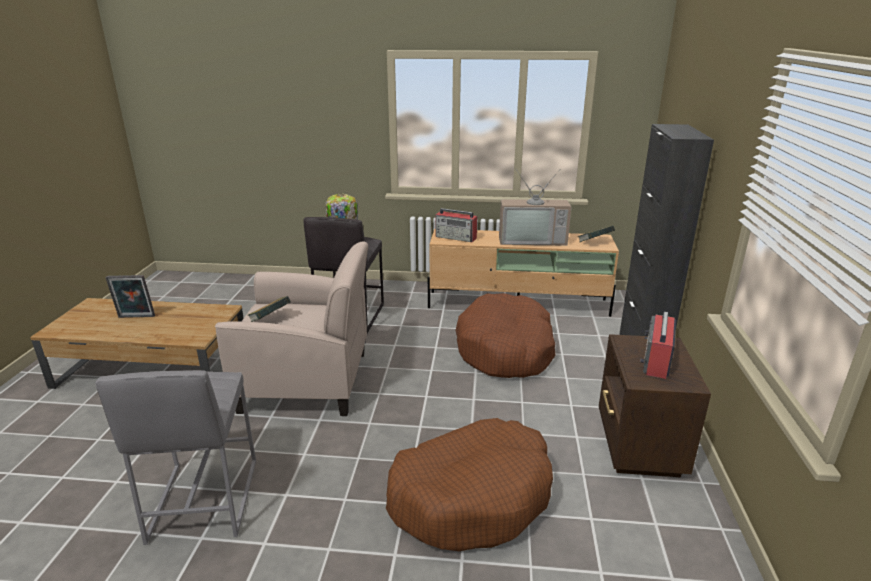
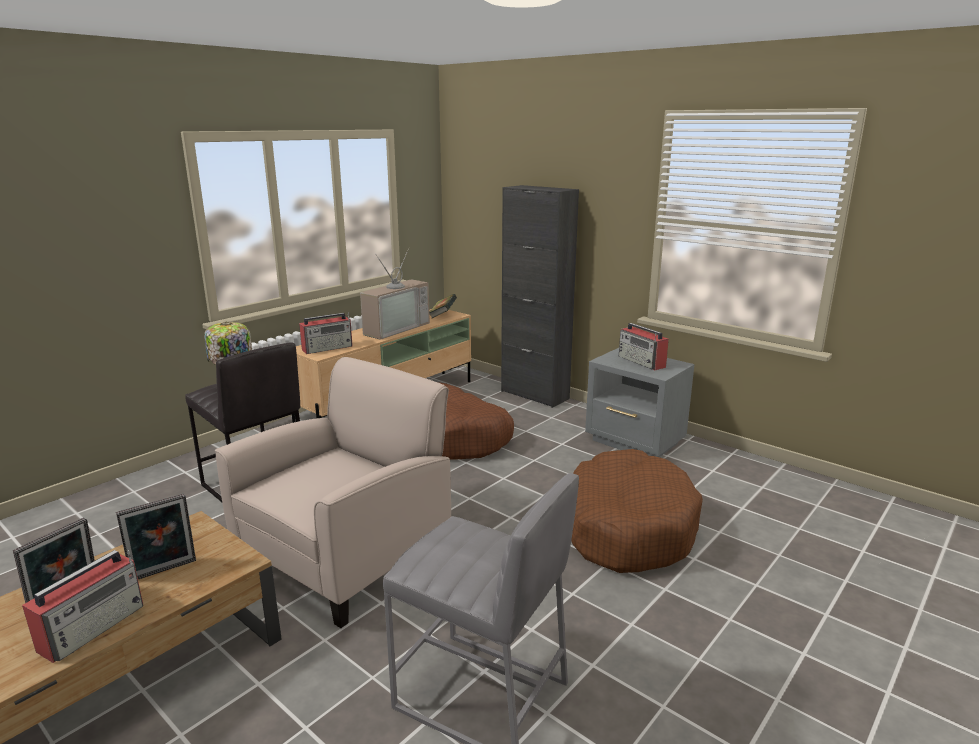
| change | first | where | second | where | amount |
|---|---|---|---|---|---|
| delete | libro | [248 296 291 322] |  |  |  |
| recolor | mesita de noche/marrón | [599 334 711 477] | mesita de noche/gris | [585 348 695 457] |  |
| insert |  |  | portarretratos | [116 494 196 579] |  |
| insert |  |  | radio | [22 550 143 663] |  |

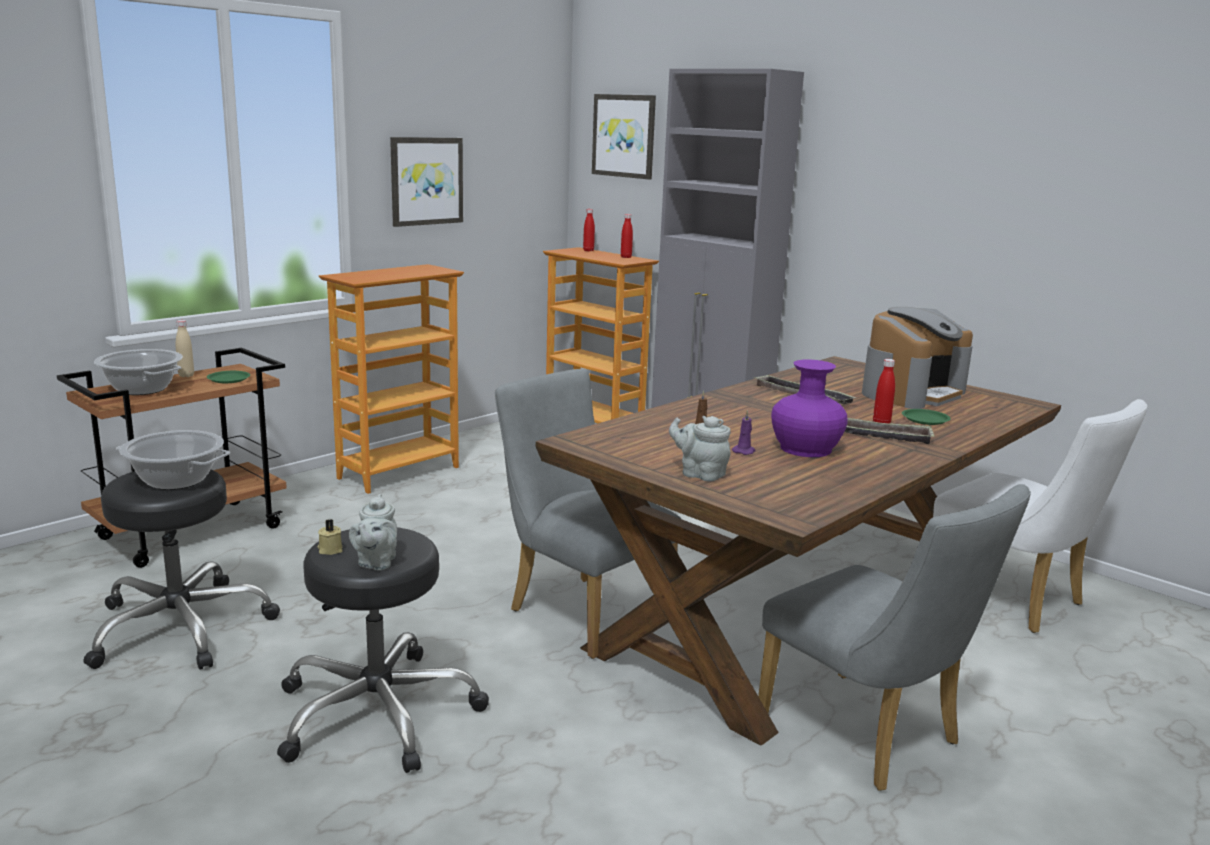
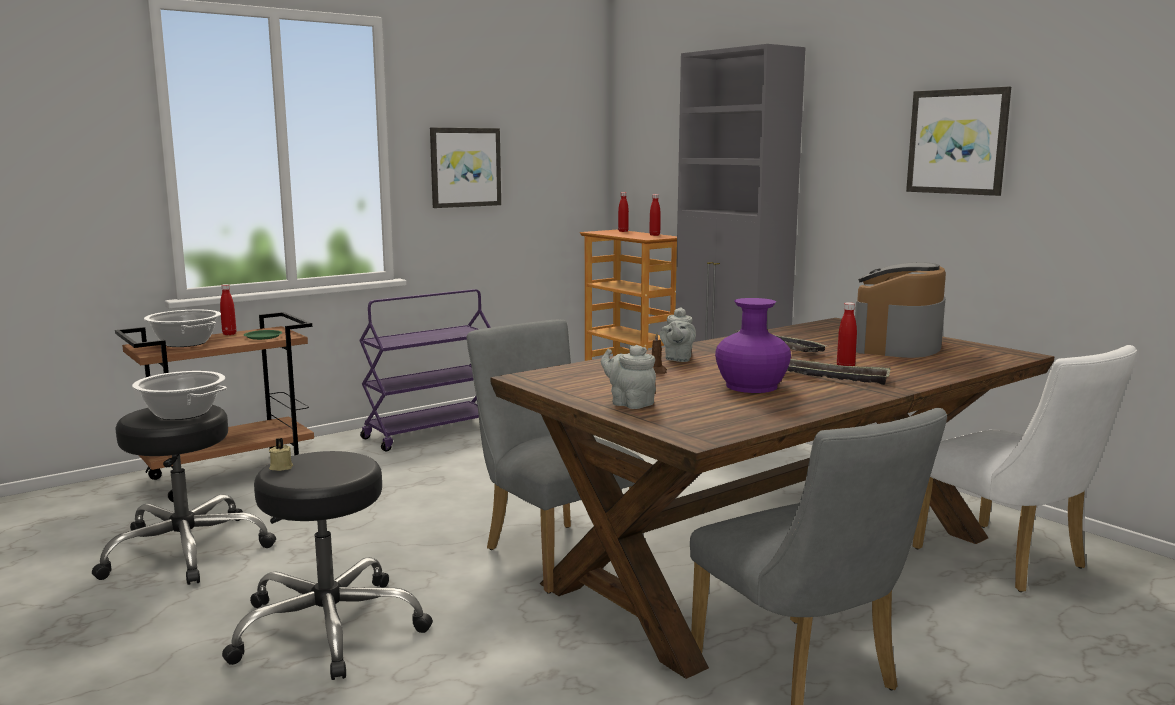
| change | first | where | second | where | amount |
|---|---|---|---|---|---|
| move | cuadro | [592 94 656 180] |  | [906 87 1011 196] |  |
| replace | estantería | [318 264 464 494] | carrito/morado | [359 289 491 452] |  |
| rotate | cafetera | [862 307 973 409] |  | [855 262 946 358] | 150 degrees clockwise |
| recolor | botella/beis | [176 320 194 377] | botella/rojo | [220 284 236 335] |  |
| delete | plato/verde | [902 409 951 425] |  |  |  |
| delete | vela/morado | [732 410 755 455] |  |  |  |
| move | tetera/gris | [349 494 397 570] |  | [660 307 696 362] |  |

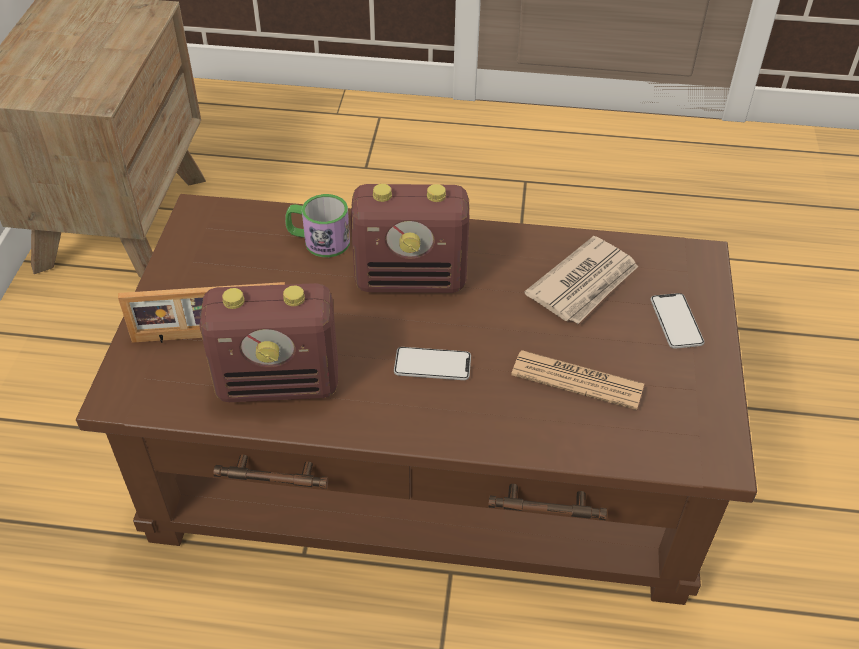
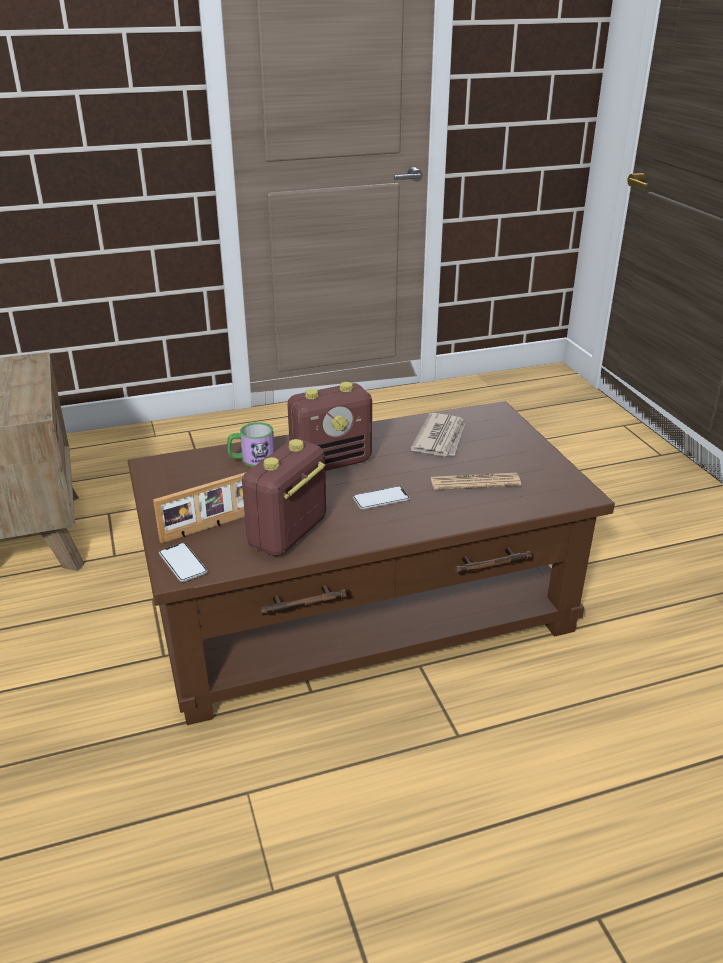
| change | first | where | second | where | amount |
|---|---|---|---|---|---|
| rotate | radio | [199 283 338 402] |  | [242 439 326 556] | 150 degrees clockwise |
| move | móvil | [651 293 704 349] |  | [159 543 208 582] |  |

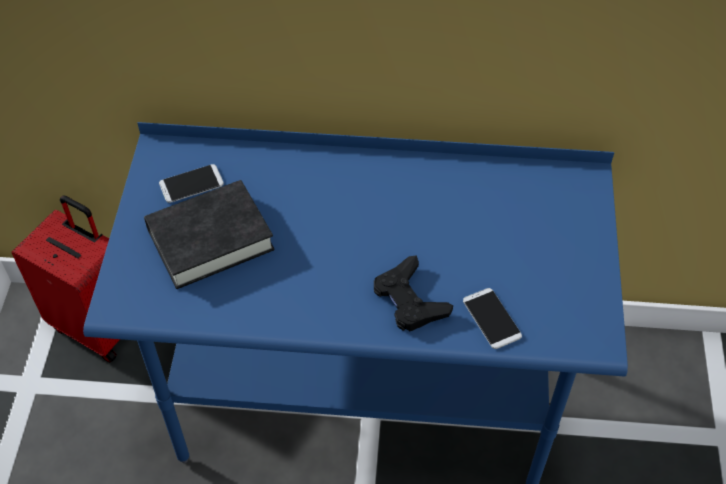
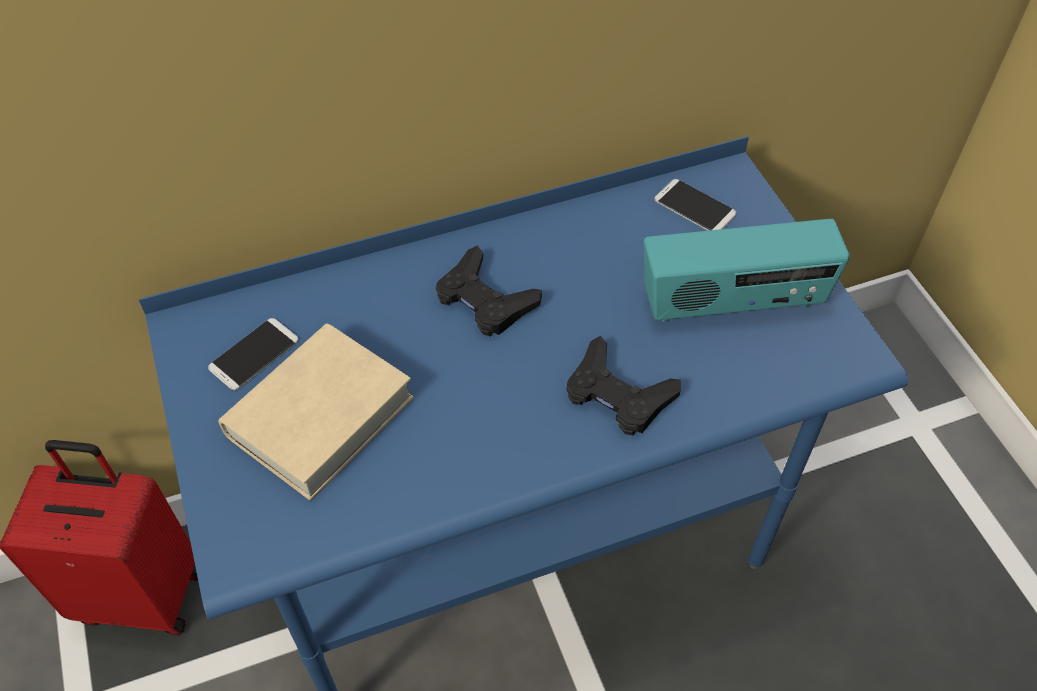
| change | first | where | second | where | amount |
|---|---|---|---|---|---|
| recolor | libro/negro | [144 180 275 289] | libro/beis | [218 323 413 501] |  |
| move | móvil | [463 288 522 349] |  | [655 179 737 231] |  |
| insert |  |  | radio | [644 219 850 322] |  |
| insert |  |  | mando de consola/negro | [436 245 542 336] |  |

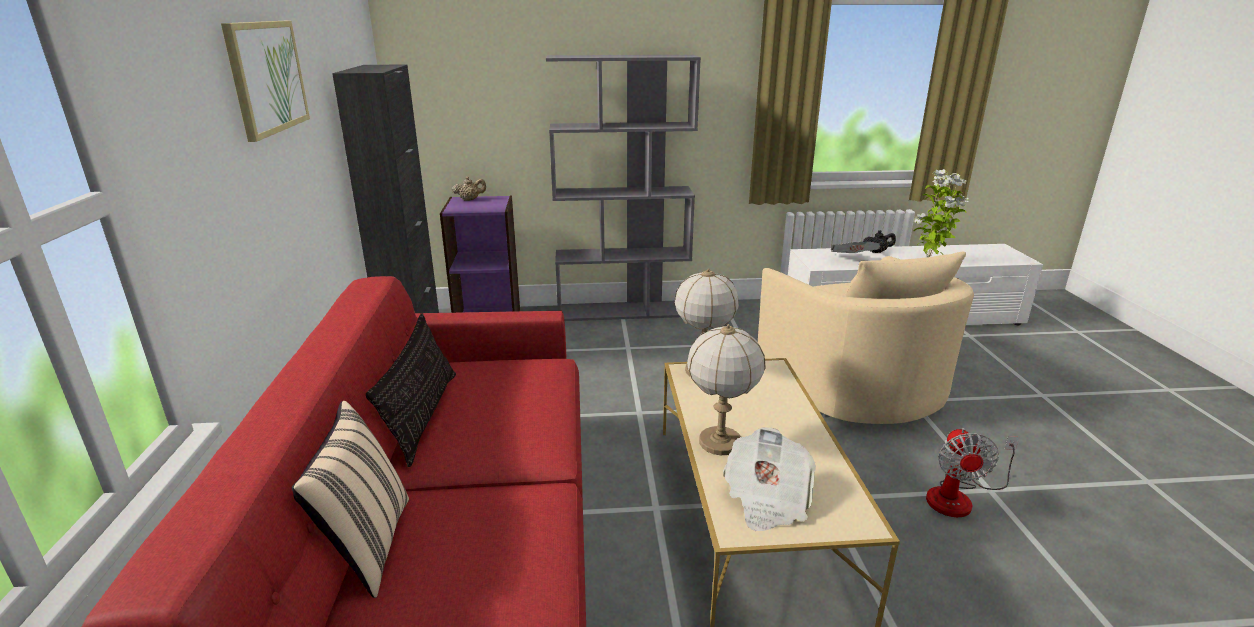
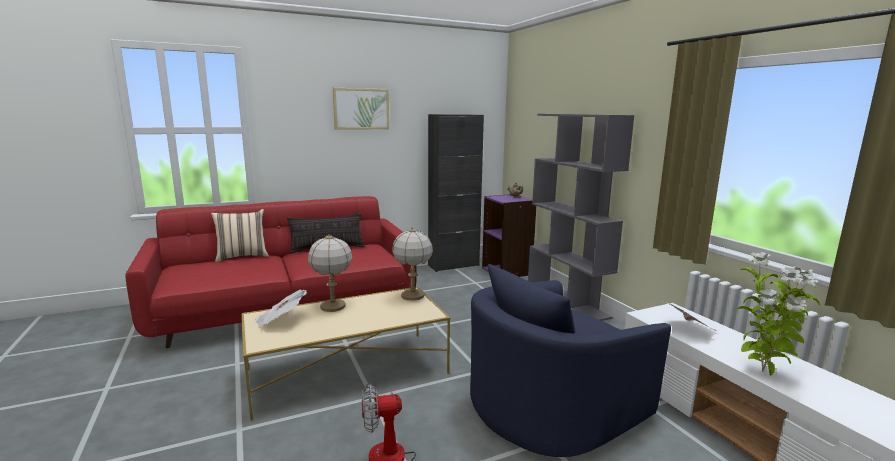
| change | first | where | second | where | amount |
|---|---|---|---|---|---|
| delete | tetera/negro | [863 230 896 253] |  |  |  |
| recolor | sillón/beis | [758 252 974 424] | sillón/azul | [470 264 671 457] |  |

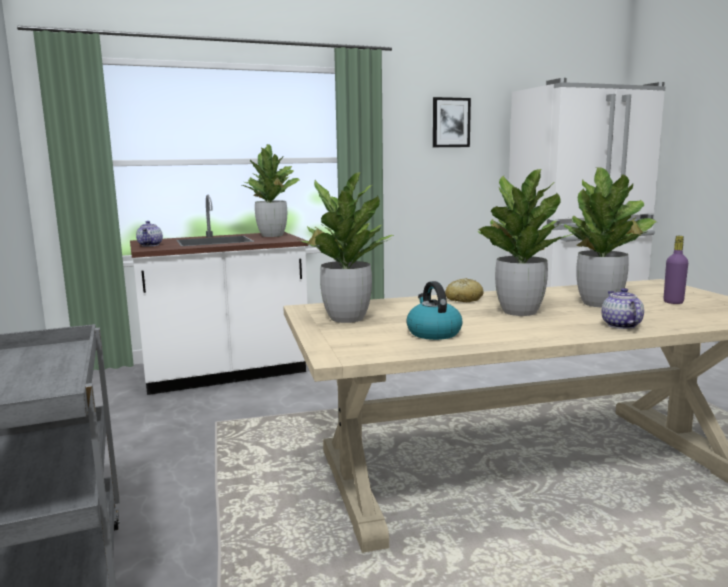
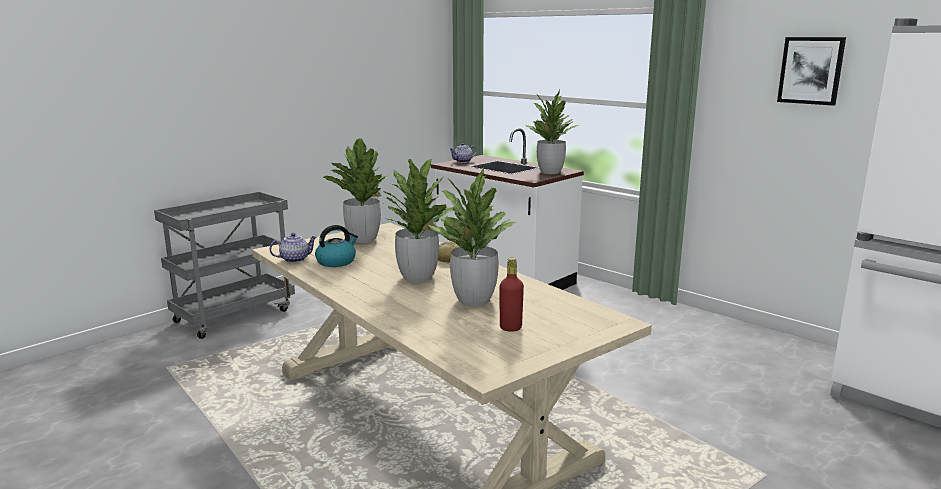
| change | first | where | second | where | amount |
|---|---|---|---|---|---|
| recolor | botella/morado | [664 236 688 304] | botella/rojo | [500 258 524 332] |  |
| move | tetera | [601 288 644 329] |  | [270 233 317 263] |  |

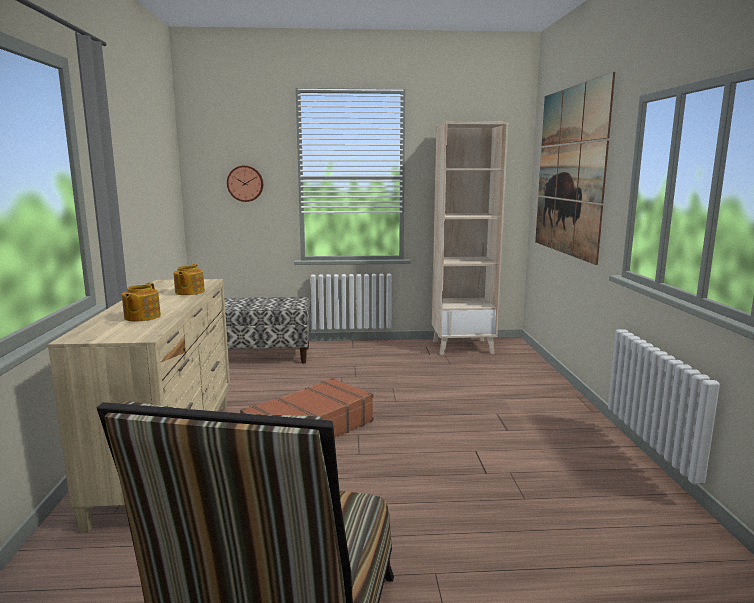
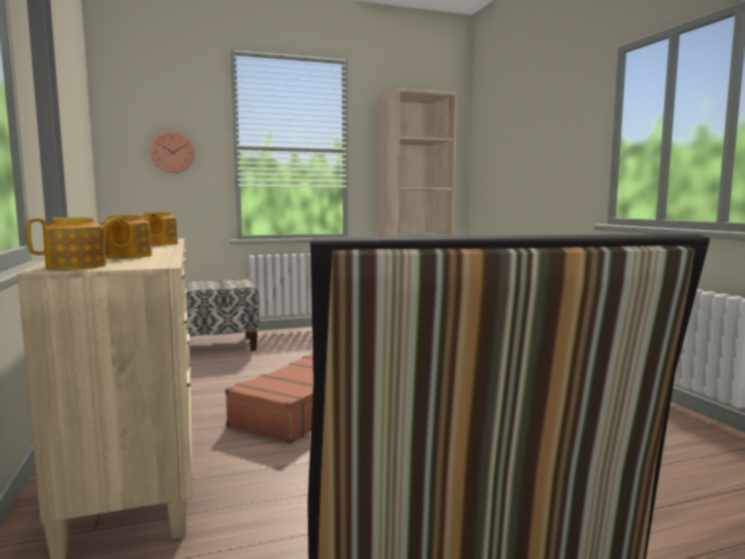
| change | first | where | second | where | amount |
|---|---|---|---|---|---|
| delete | cuadro | [535 72 615 265] |  |  |  |
| insert |  |  | tetera | [26 217 121 270] |  |

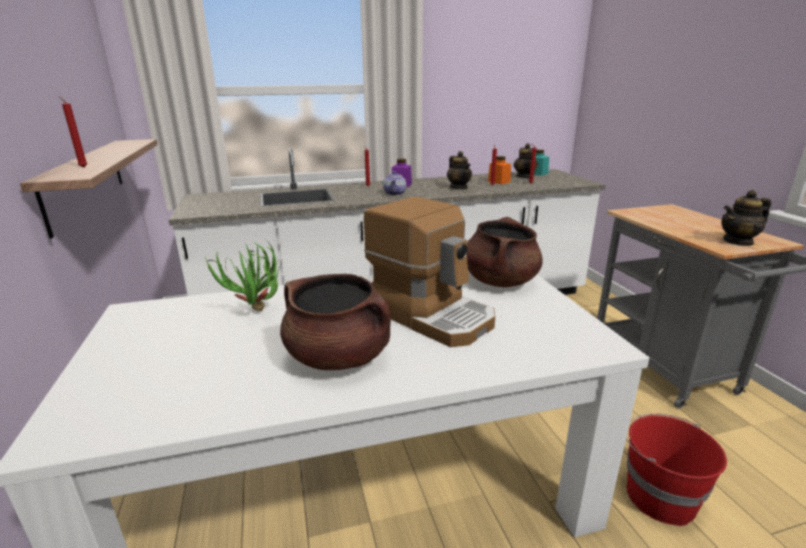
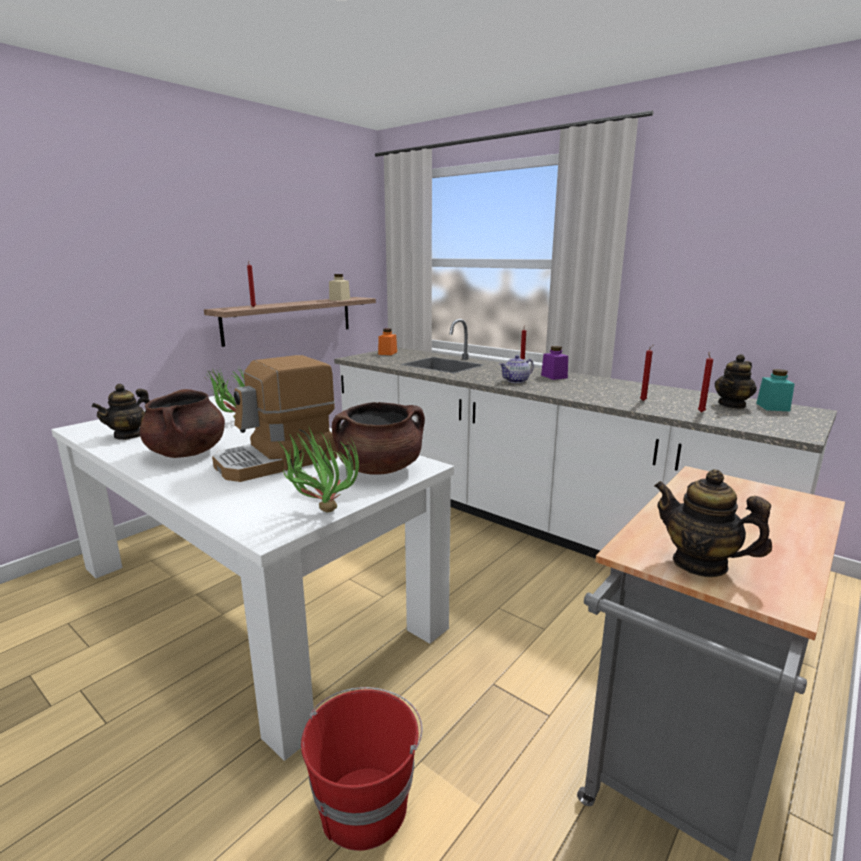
| change | first | where | second | where | amount |
|---|---|---|---|---|---|
| move | tetera | [447 151 472 189] |  | [92 384 150 440] |  |
| move | tarro/naranja | [488 156 511 184] |  | [378 328 397 355] |  |
| rotate | cafetera | [364 197 495 347] |  | [212 355 337 482] | 45 degrees clockwise |
| insert |  |  | tarro/beis | [329 274 350 301] |  |
| insert |  |  | planta en maceta | [278 427 359 512] |  |

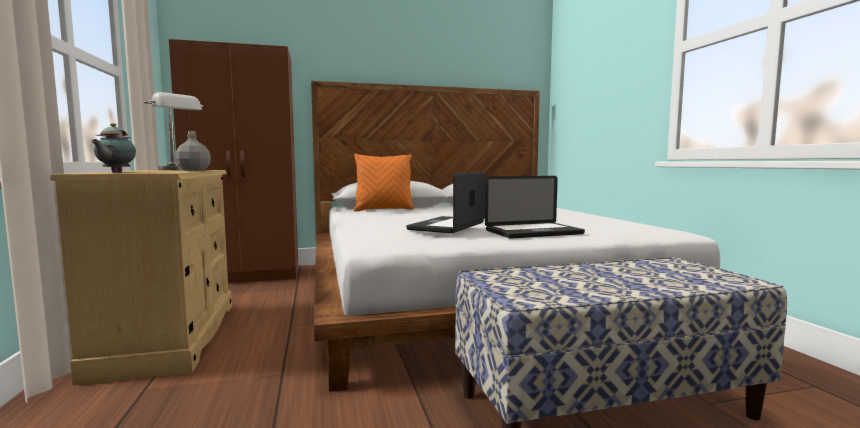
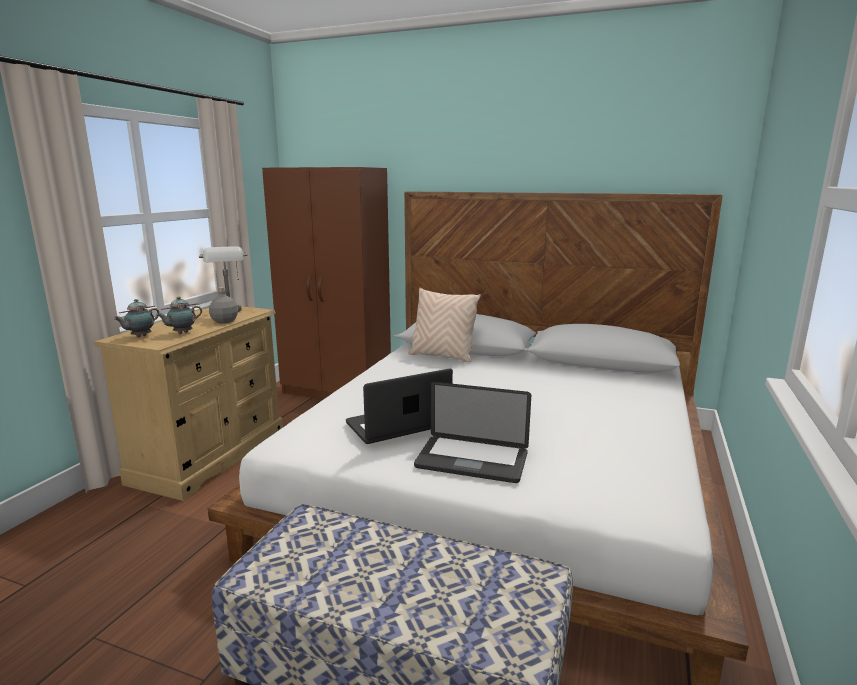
| change | first | where | second | where | amount |
|---|---|---|---|---|---|
| recolor | cojín/naranja | [354 153 414 211] | cojín/beis | [408 288 481 362] |  |
| insert |  |  | tetera | [156 296 202 334] |  |

